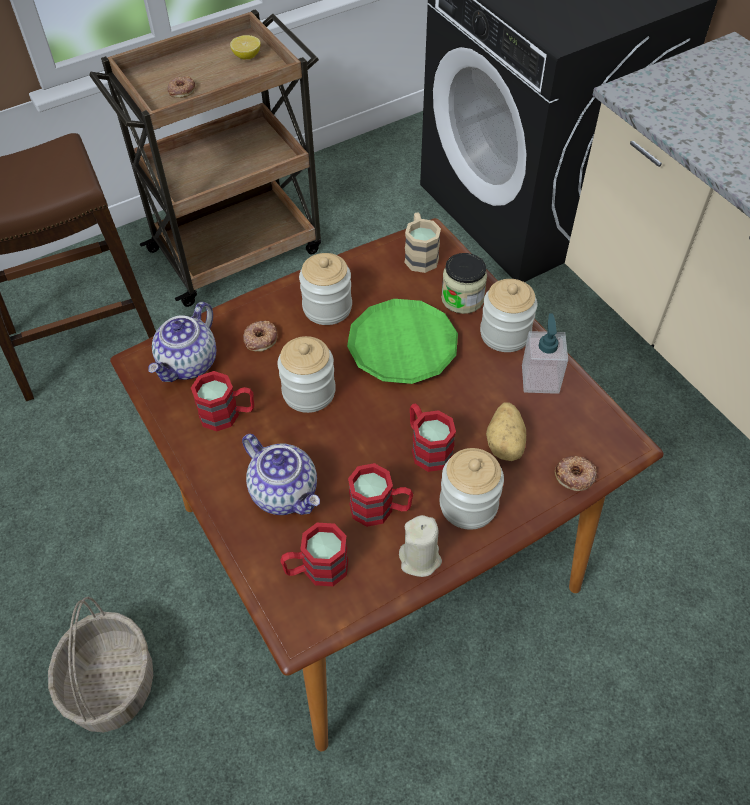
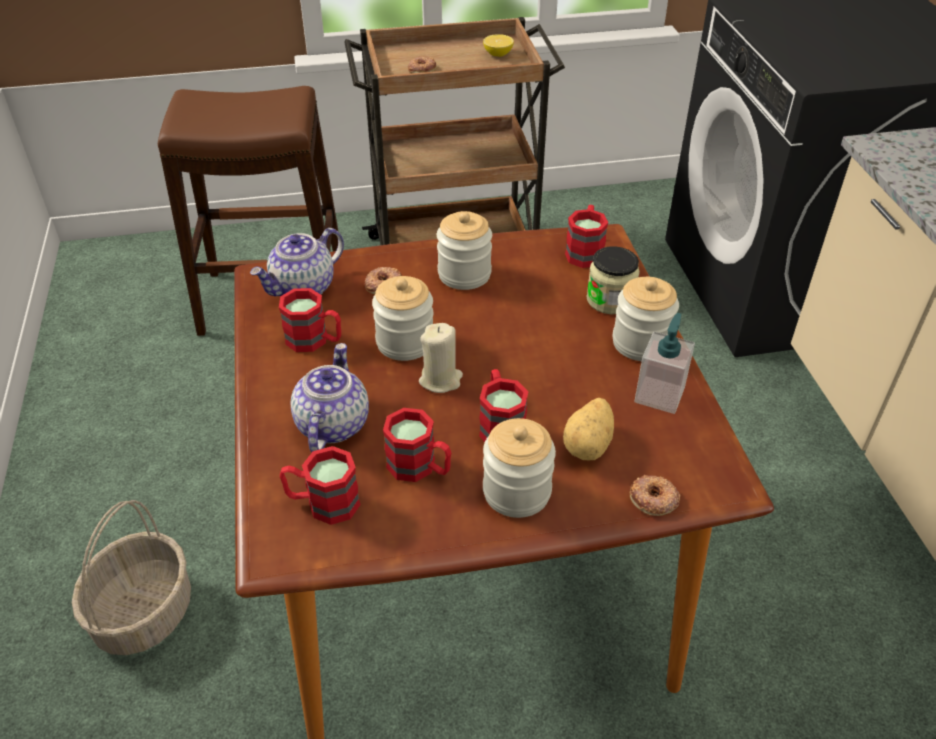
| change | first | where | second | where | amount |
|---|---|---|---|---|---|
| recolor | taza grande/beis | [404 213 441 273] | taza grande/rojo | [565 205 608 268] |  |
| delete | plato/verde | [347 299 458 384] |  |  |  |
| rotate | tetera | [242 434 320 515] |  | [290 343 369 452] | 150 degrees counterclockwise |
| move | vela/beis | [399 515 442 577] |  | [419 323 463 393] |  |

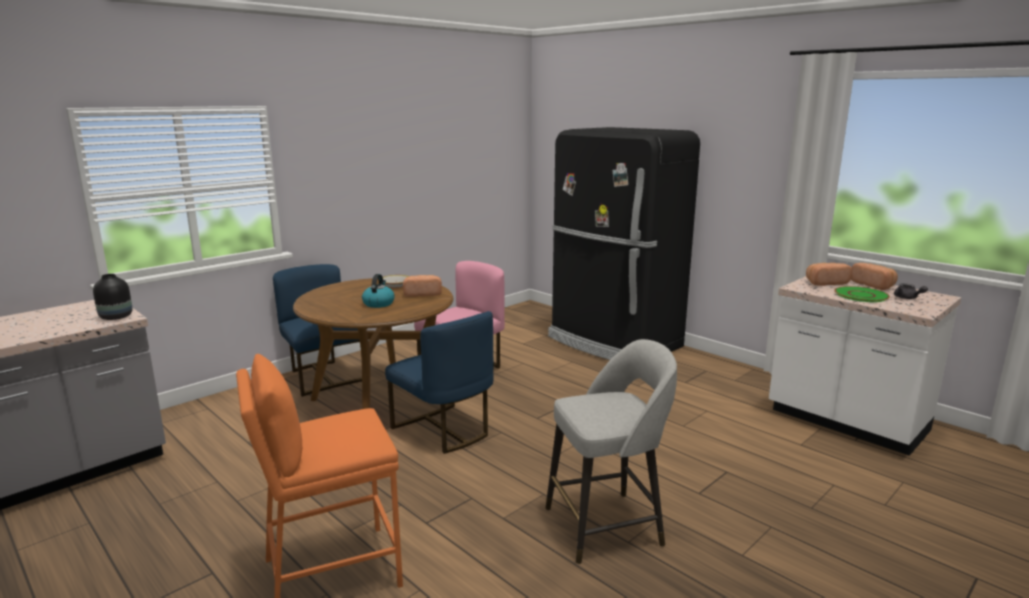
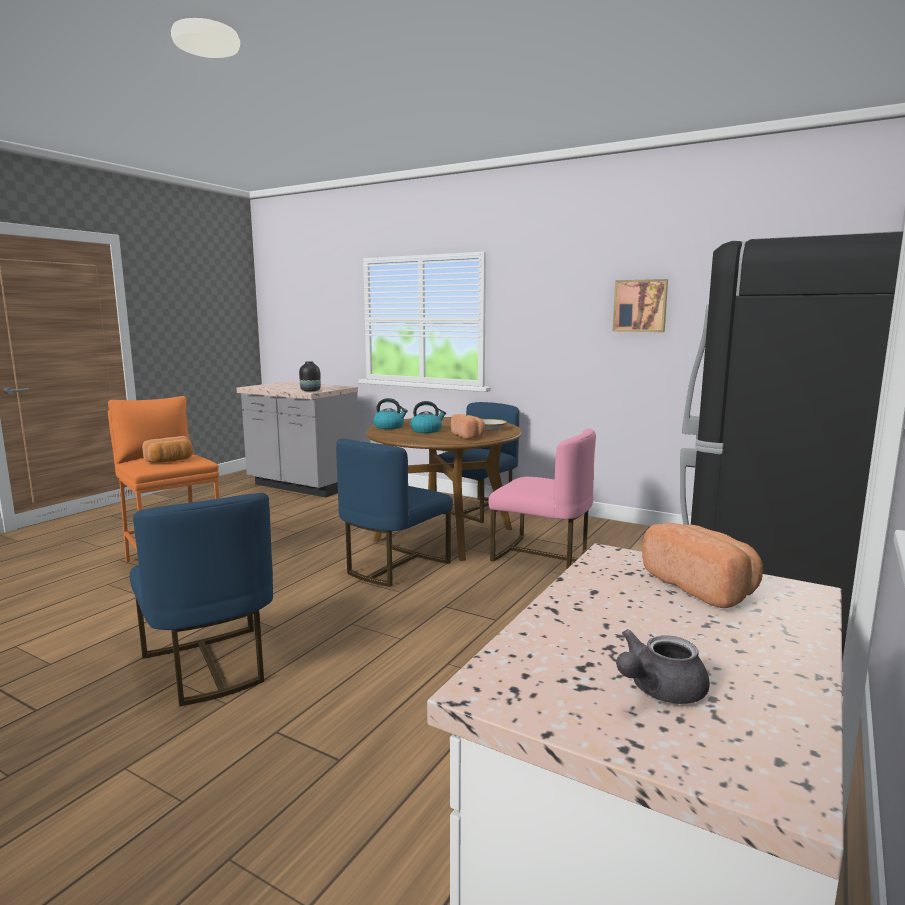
| change | first | where | second | where | amount |
|---|---|---|---|---|---|
| move | pan | [851 263 898 290] |  | [142 436 193 463] |  |
| delete | plato/verde | [834 286 890 302] |  |  |  |
| replace | taburete/gris | [545 339 677 564] | silla/azul | [130 493 273 706] |  |
| insert |  |  | cuadro | [613 279 668 332] |  |
| insert |  |  | hervidor | [373 398 408 429] |  |

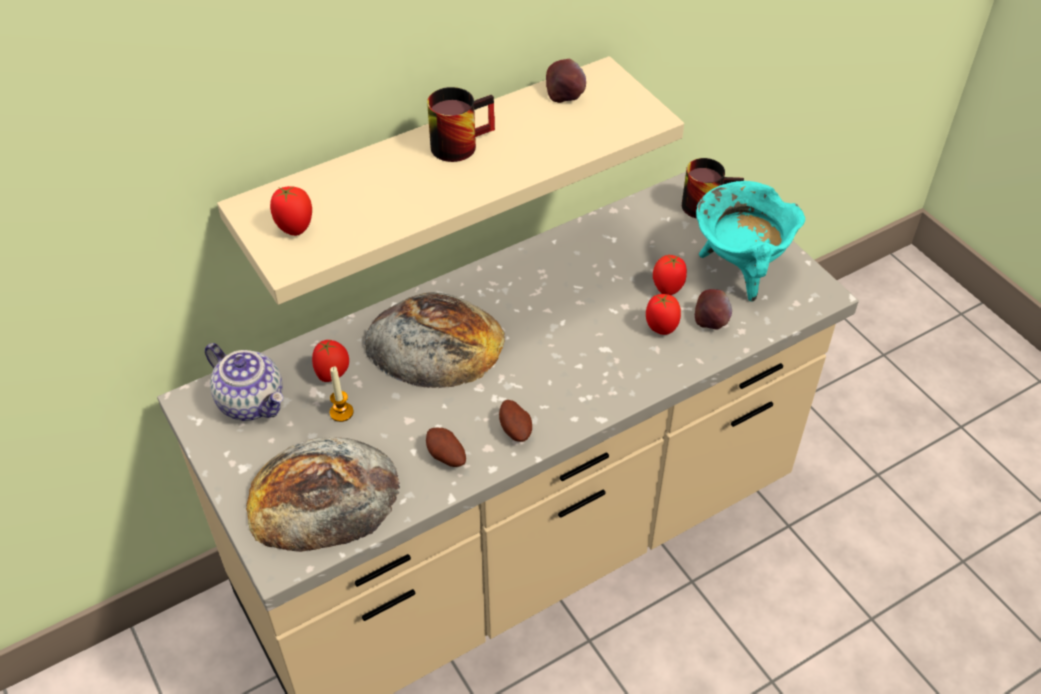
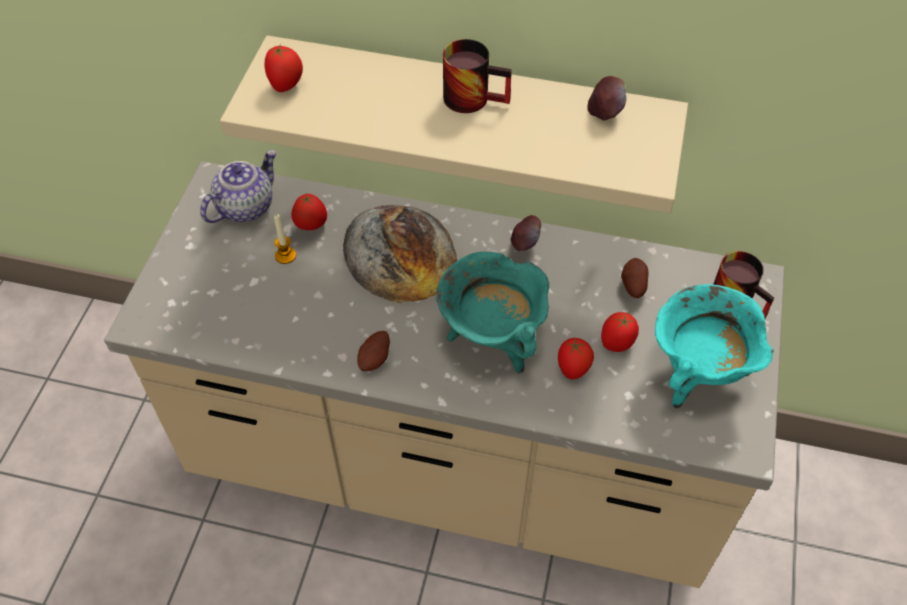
| change | first | where | second | where | amount |
|---|---|---|---|---|---|
| move | manzana | [695 289 732 330] |  | [511 215 541 251] |  |
| rotate | tetera | [205 343 283 421] |  | [200 150 277 223] | 135 degrees counterclockwise |
| move | patata | [426 427 466 467] |  | [621 258 649 298] |  |
| delete | pan | [246 437 400 552] |  |  |  |
| insert |  |  | olla/turquesa | [436 252 549 374] |  |

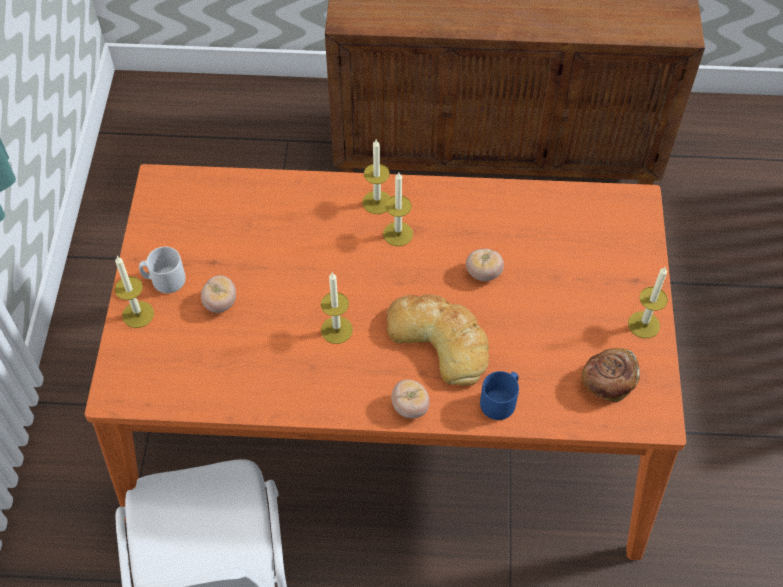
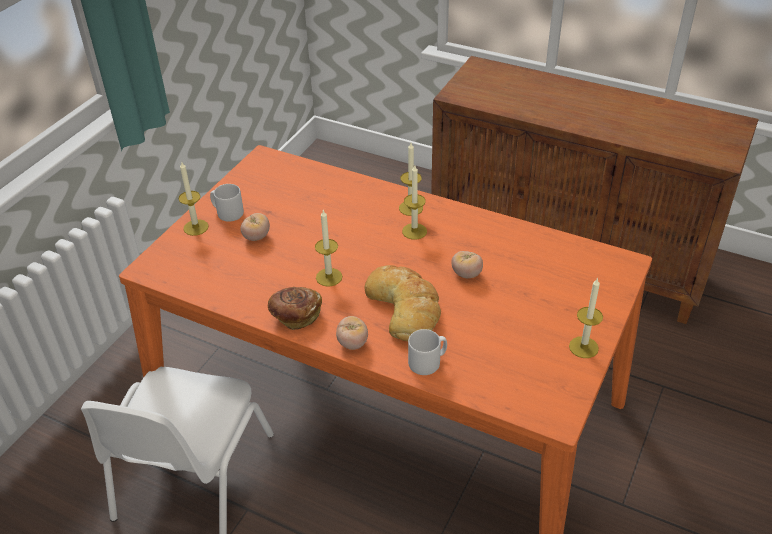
| change | first | where | second | where | amount |
|---|---|---|---|---|---|
| move | pan | [581 348 640 402] |  | [268 287 322 330] |  |
| recolor | taza grande/azul | [480 371 519 420] | taza grande/gris | [408 329 447 375] |  |

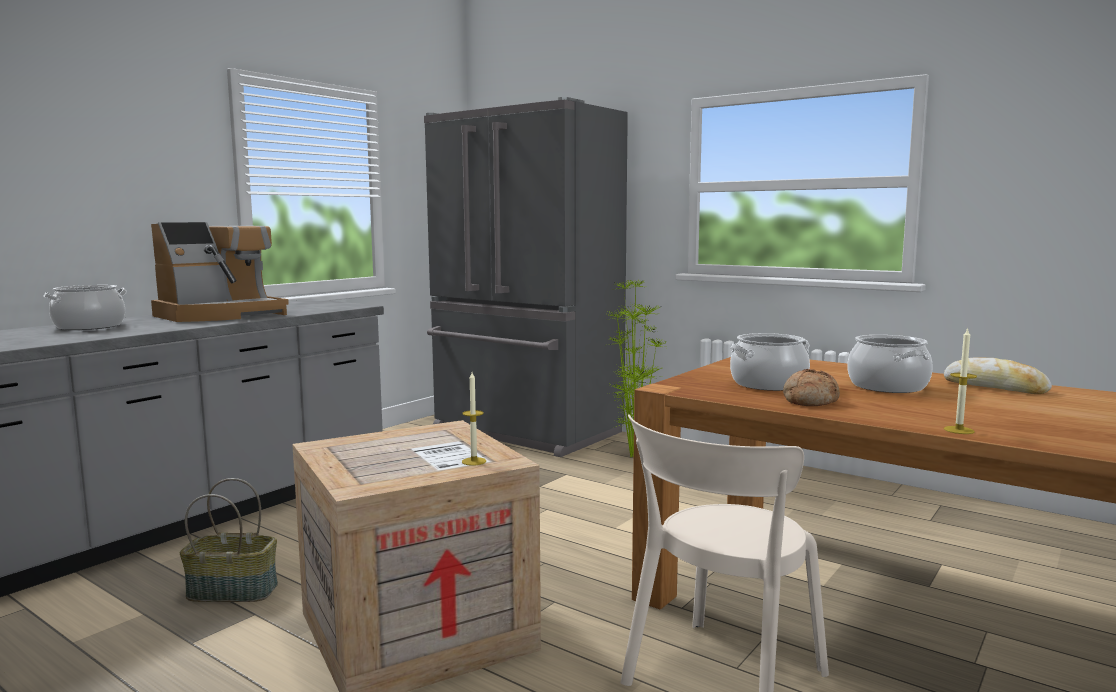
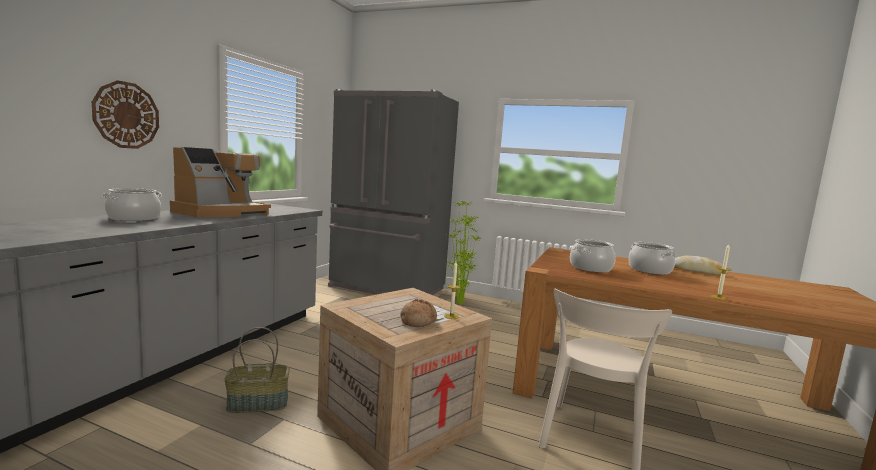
| change | first | where | second | where | amount |
|---|---|---|---|---|---|
| move | pan | [783 369 840 406] |  | [400 299 437 327] |  |
| insert |  |  | reloj de pared | [92 80 159 149] |  |

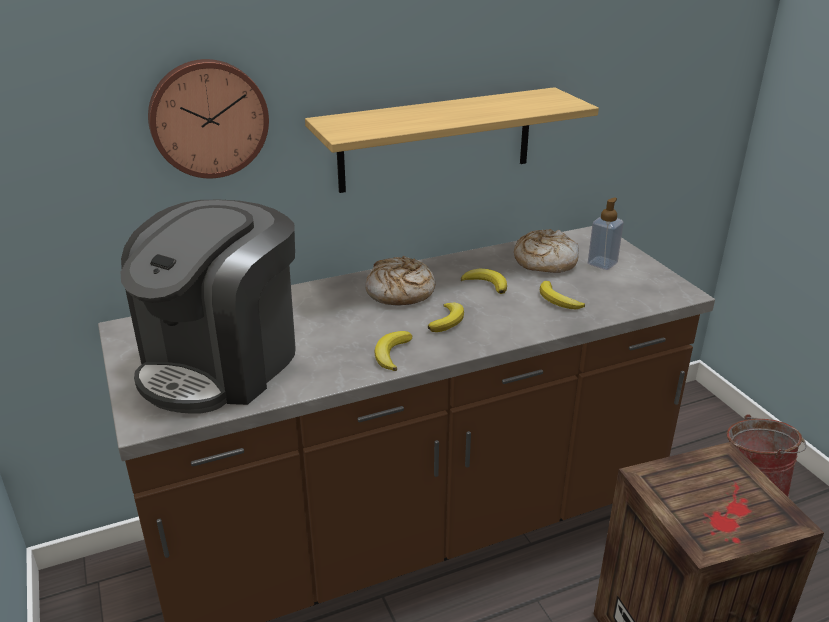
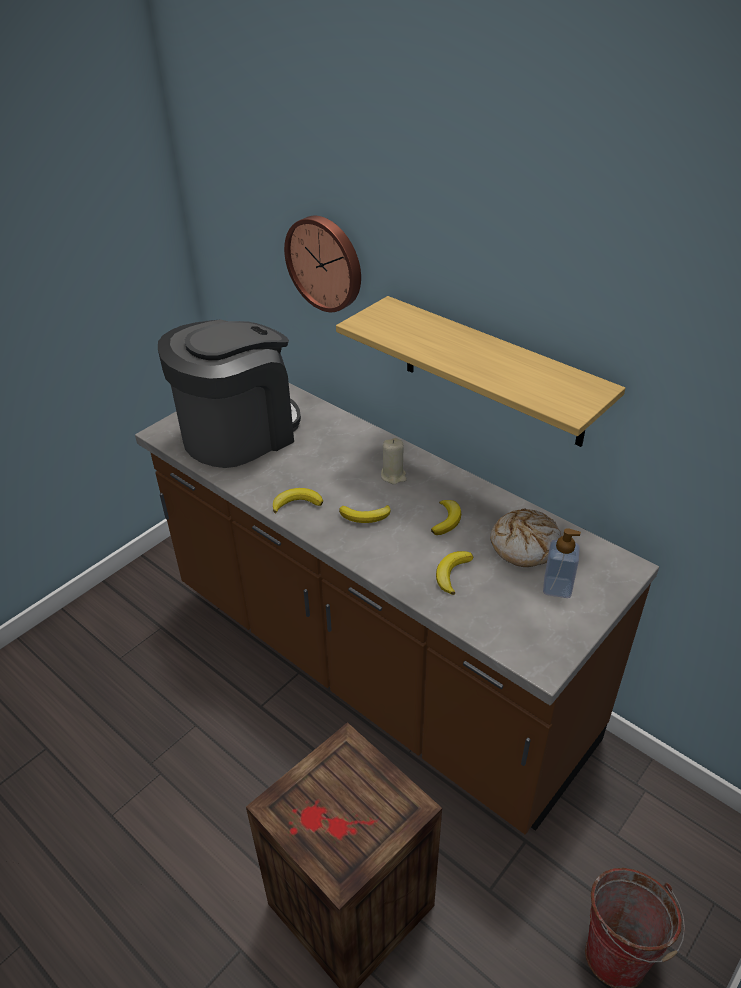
| change | first | where | second | where | amount |
|---|---|---|---|---|---|
| rotate | cafetera | [120 200 296 414] |  | [158 319 301 468] | 135 degrees clockwise |
| replace | pan | [365 256 435 306] | vela/beis | [381 438 407 484] |  |

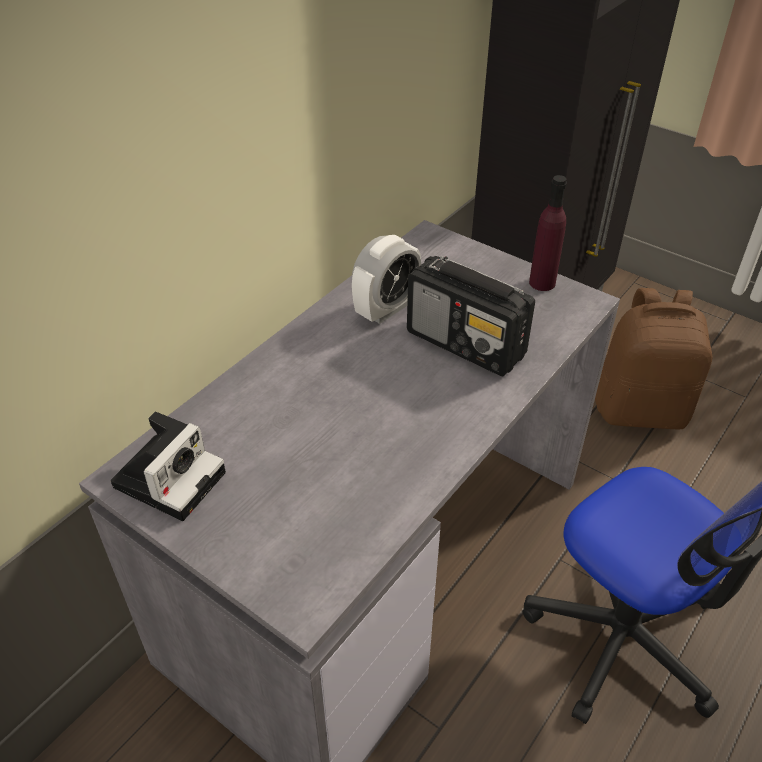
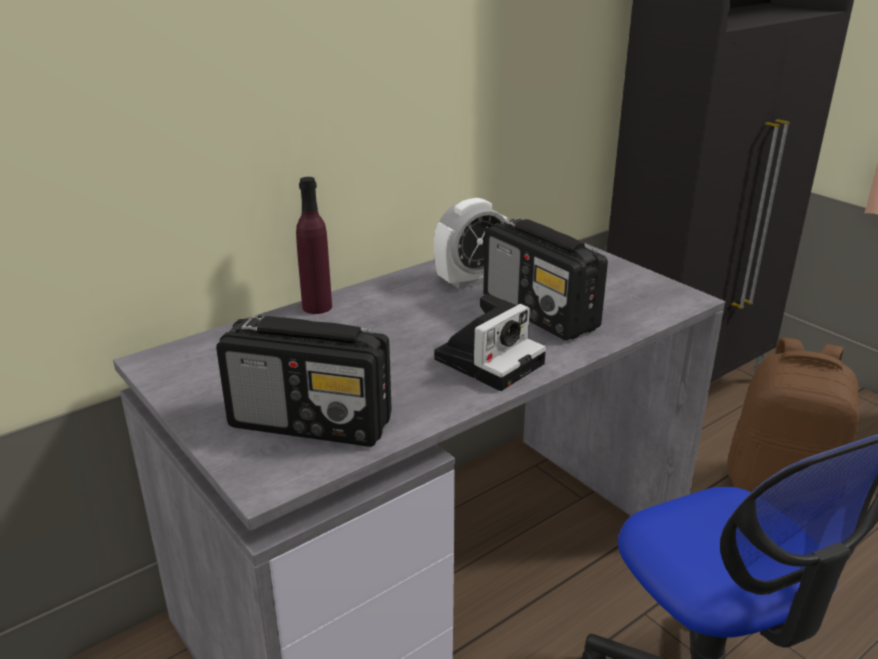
| change | first | where | second | where | amount |
|---|---|---|---|---|---|
| move | botella/morado | [529 175 567 291] |  | [296 177 332 314] |  |
| move | cámara | [111 411 226 521] |  | [434 294 546 391] |  |
| insert |  |  | radio | [216 315 392 447] |  |

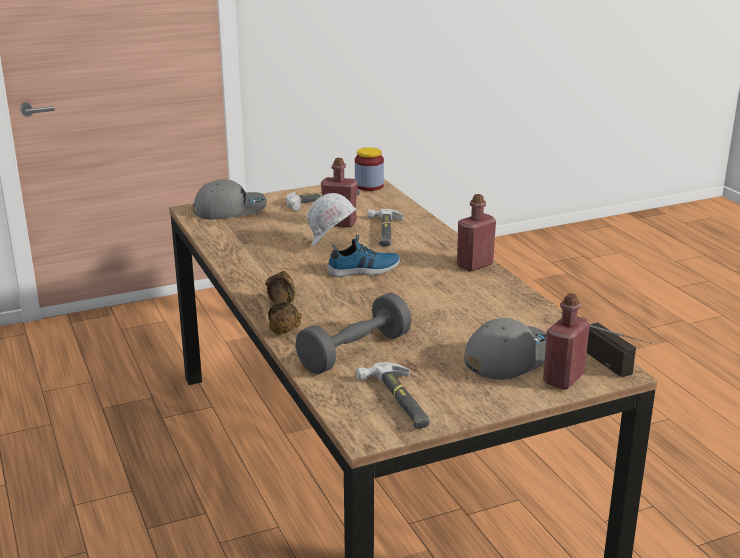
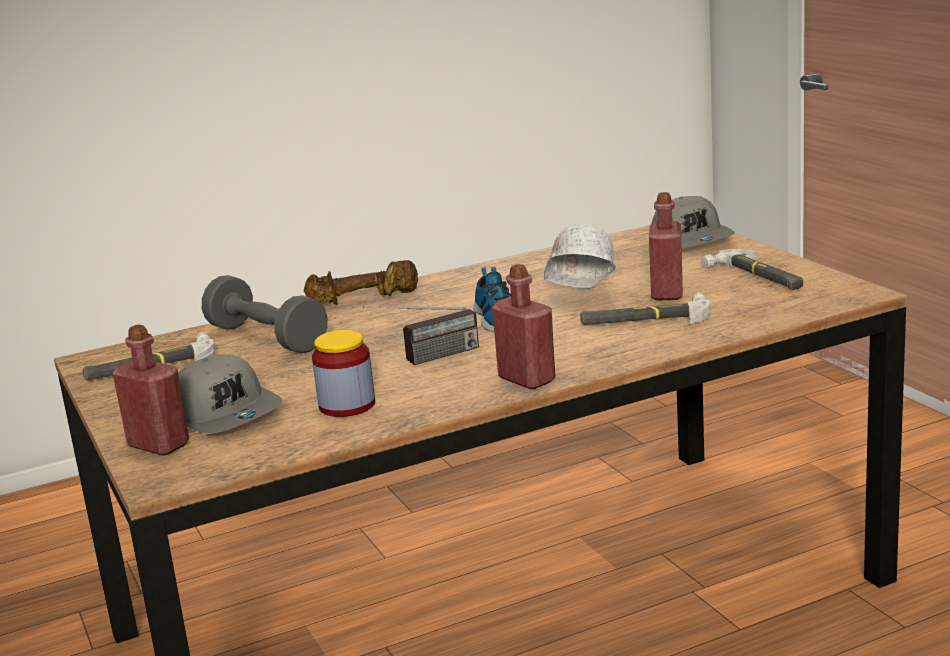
| change | first | where | second | where | amount |
|---|---|---|---|---|---|
| move | tarro | [355 147 384 191] |  | [312 330 375 417] |  |
| move | radio | [587 322 652 377] |  | [363 306 479 365] |  |

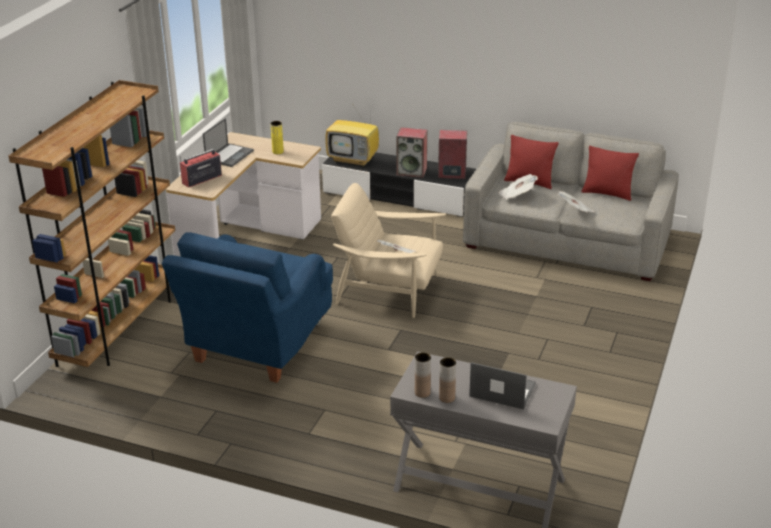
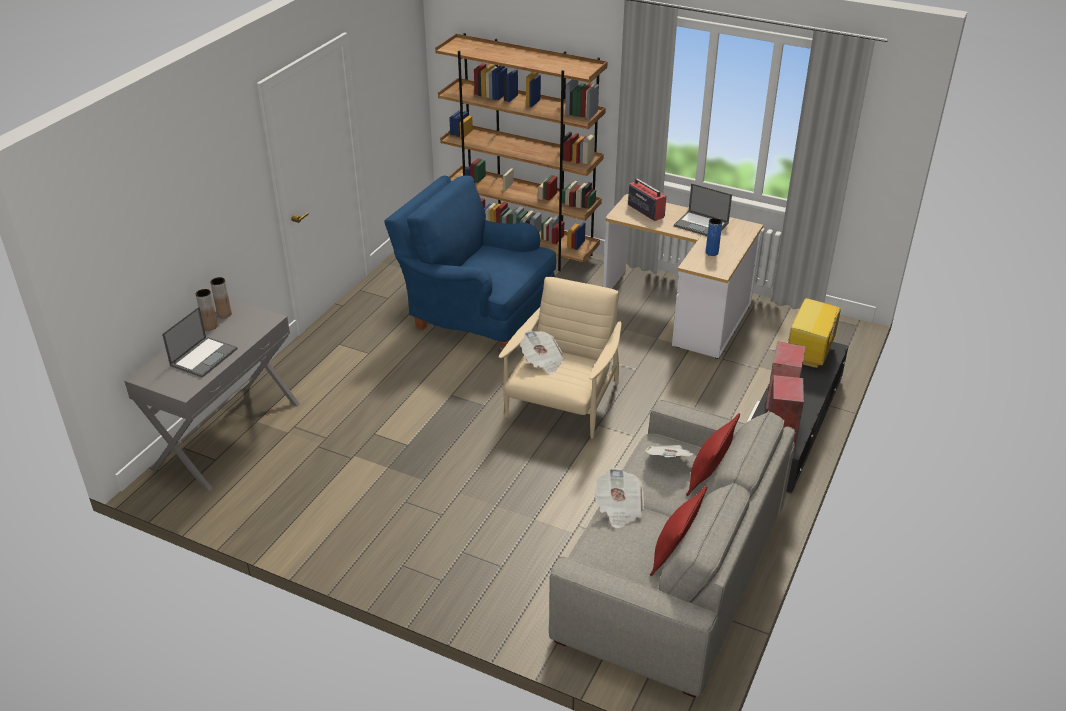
| change | first | where | second | where | amount |
|---|---|---|---|---|---|
| recolor | florero/amarillo | [271 121 284 154] | florero/azul | [706 218 722 256] |  |

